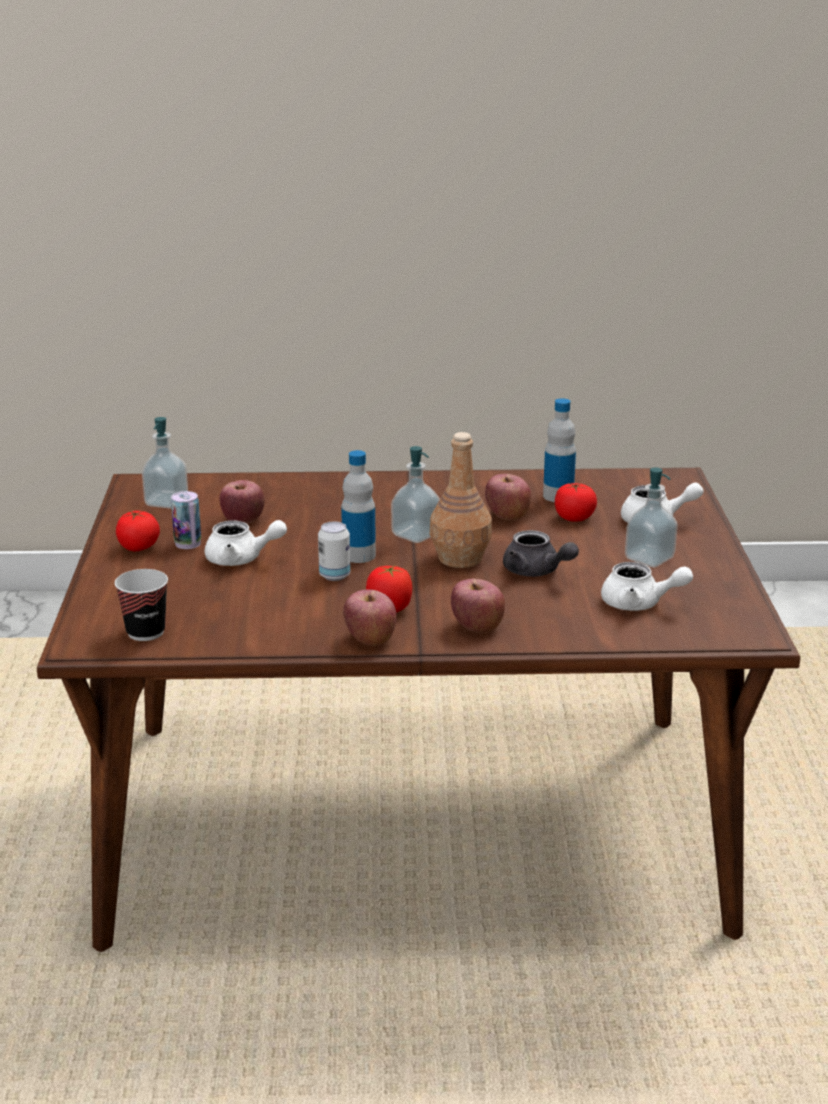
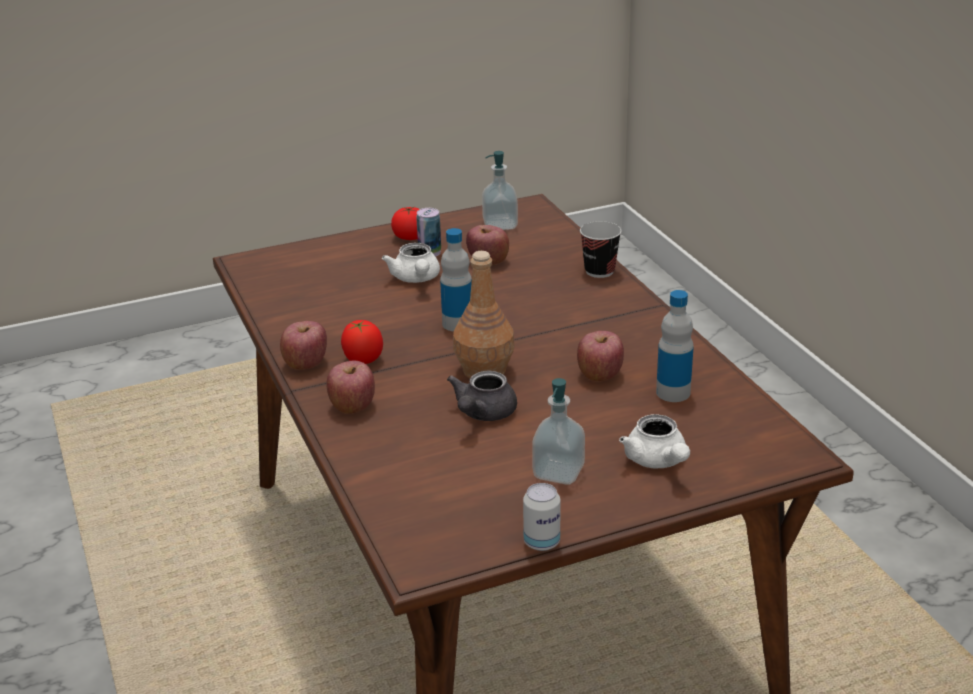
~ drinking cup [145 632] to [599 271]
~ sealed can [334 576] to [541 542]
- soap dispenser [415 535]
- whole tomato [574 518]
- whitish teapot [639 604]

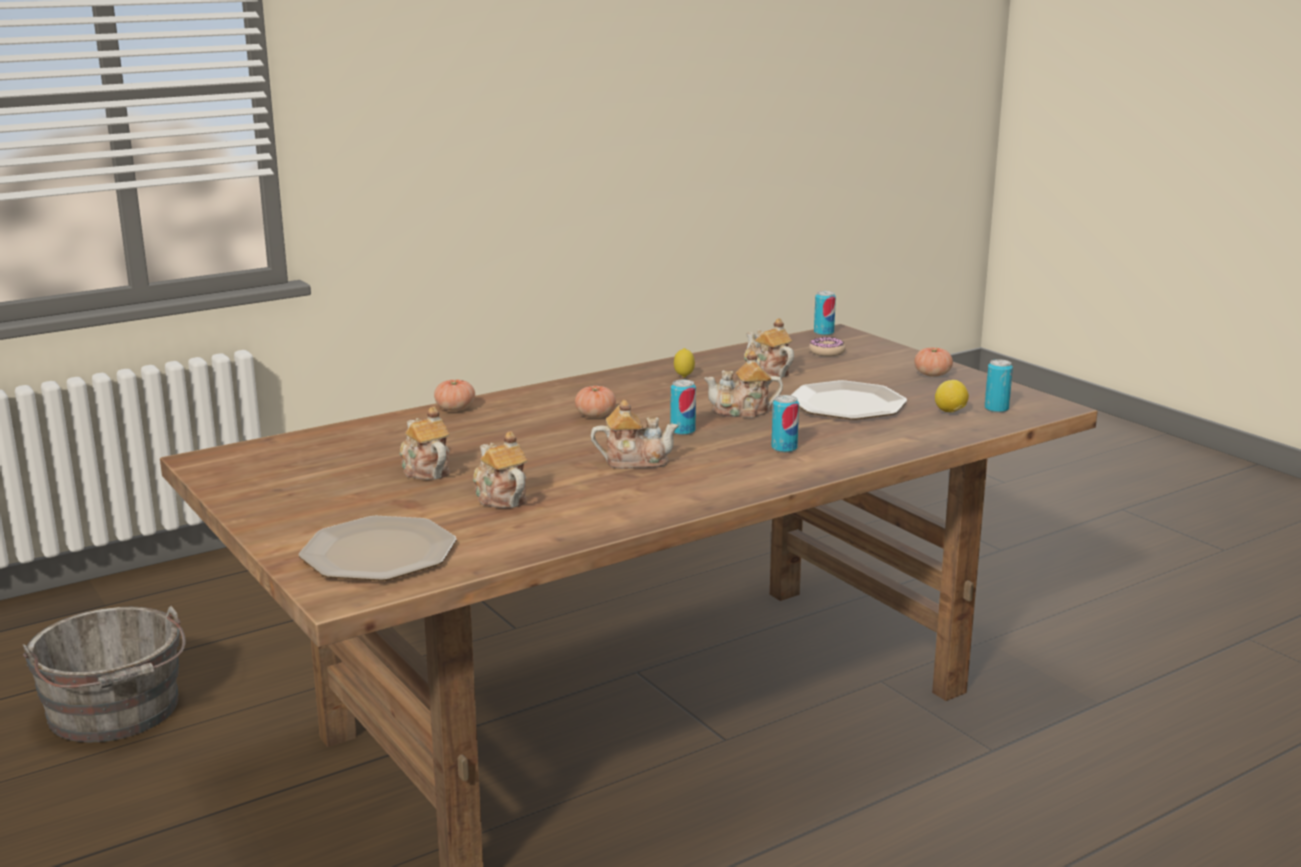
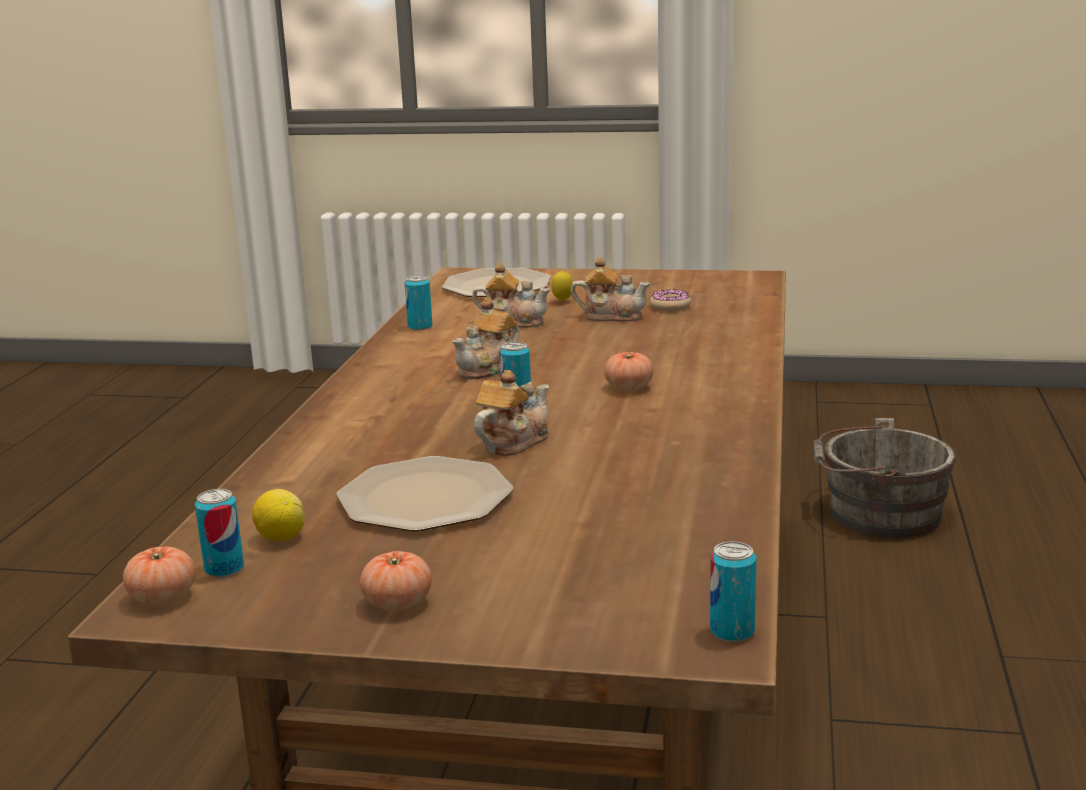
~ whole tomato [455 408] to [163 597]
~ whole lemon [684 377] to [562 301]
- teapot [766 372]
~ sealed can [784 448] to [420 327]
~ ring doughnut [827 352] to [670 307]

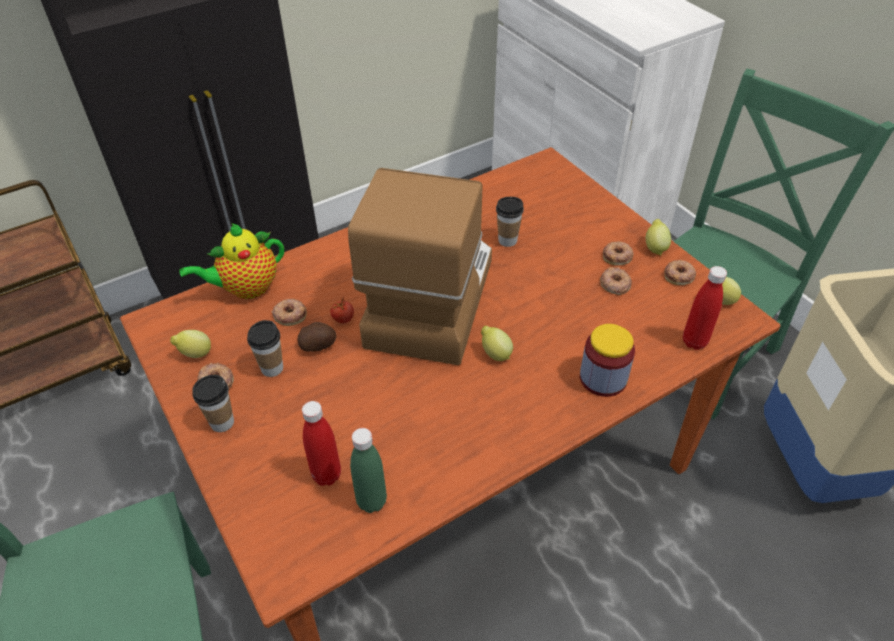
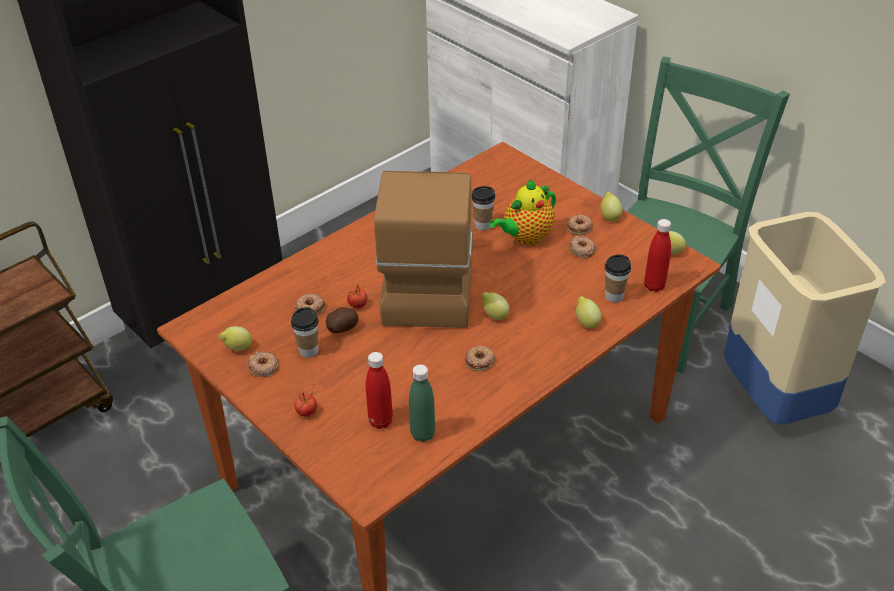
~ teapot [246 288] to [525 237]
~ drinking cup [222 422] to [614 296]
~ jar [603 378] to whole lemon [586 322]
~ ring doughnut [679 275] to [480 361]
+ whole tomato [307 412]

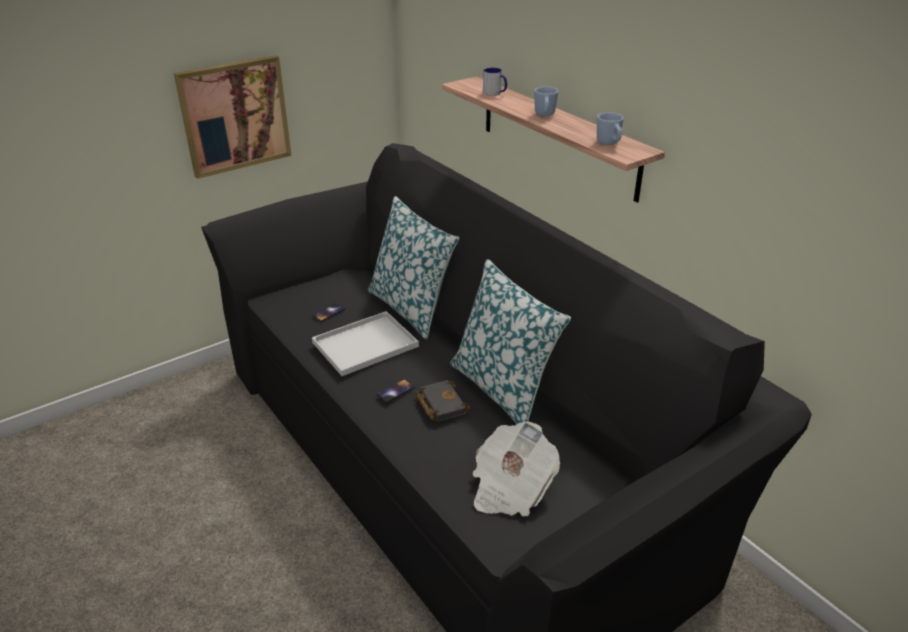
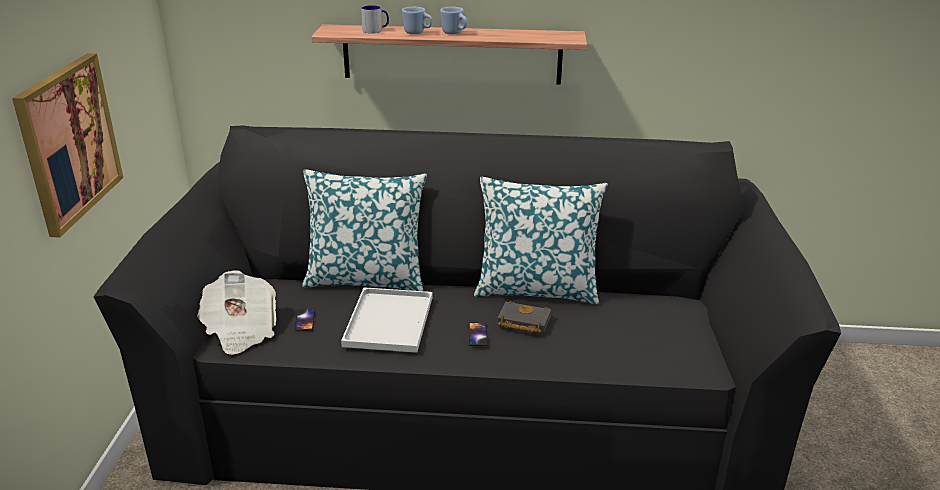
~ newspaper [510 487] to [240 330]
~ bluish mug [609 143] to [417 33]

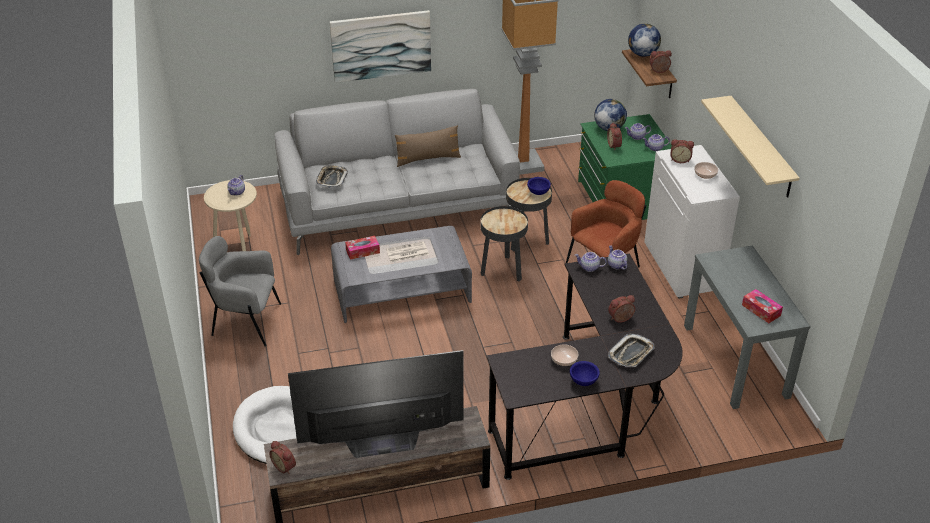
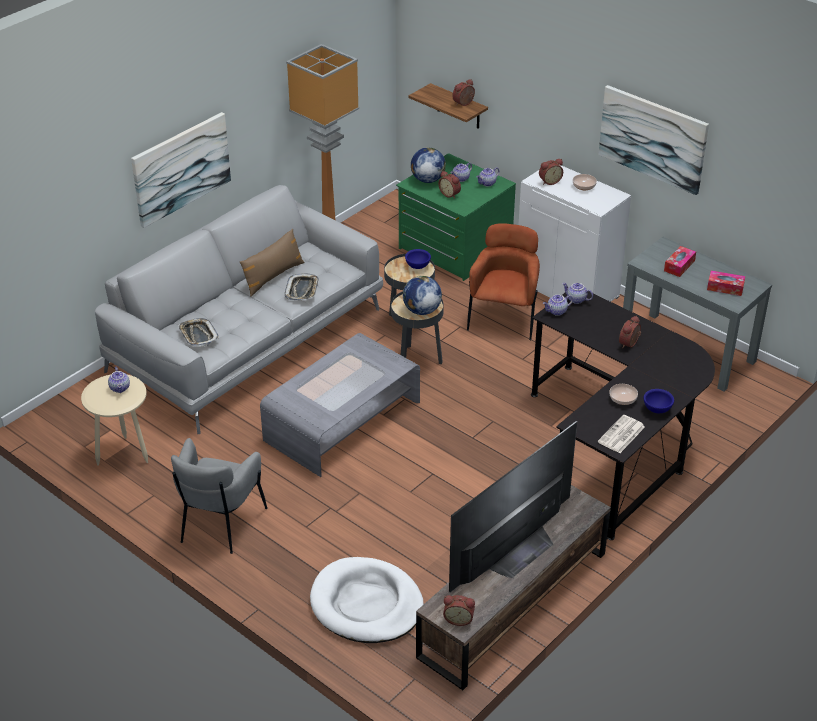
~ greyish armchair [245 322] = [219 524] 45 degrees counterclockwise
~ box of tissues [362 251] to [679 266]
~ newspaper [407 252] to [621 435]
~ serving tray [631 354] to [302 290]
~ globe [642 54] to [421 311]
~ beige-coloured bracket shelf [761 147] to picture [653 138]

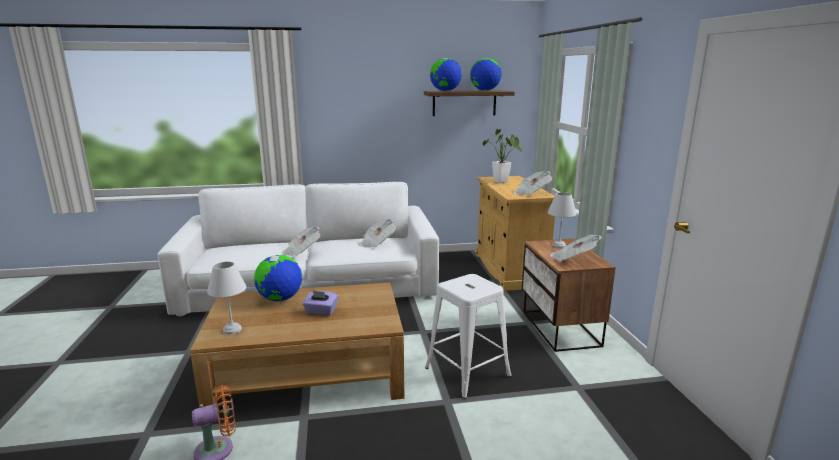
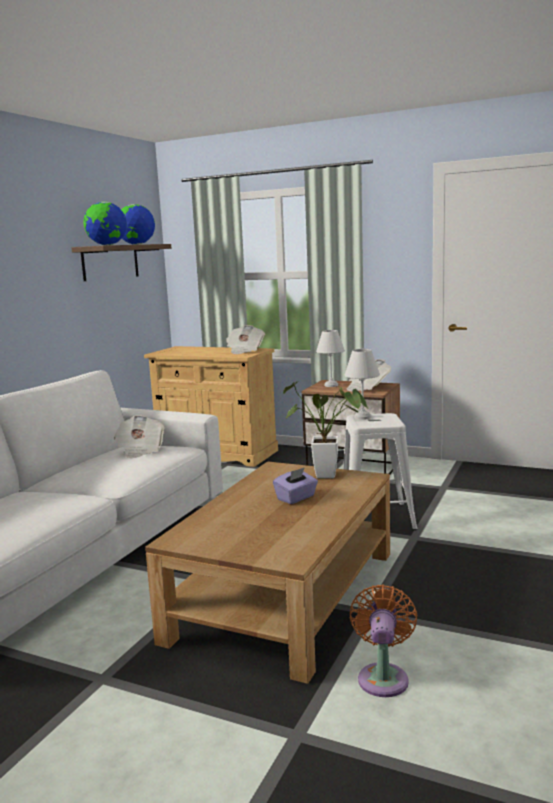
~ whitish table lamp [231 330] to [362 417]
- globe [280 299]
- newspaper [301 251]
~ houseplant [502 182] to [331 475]

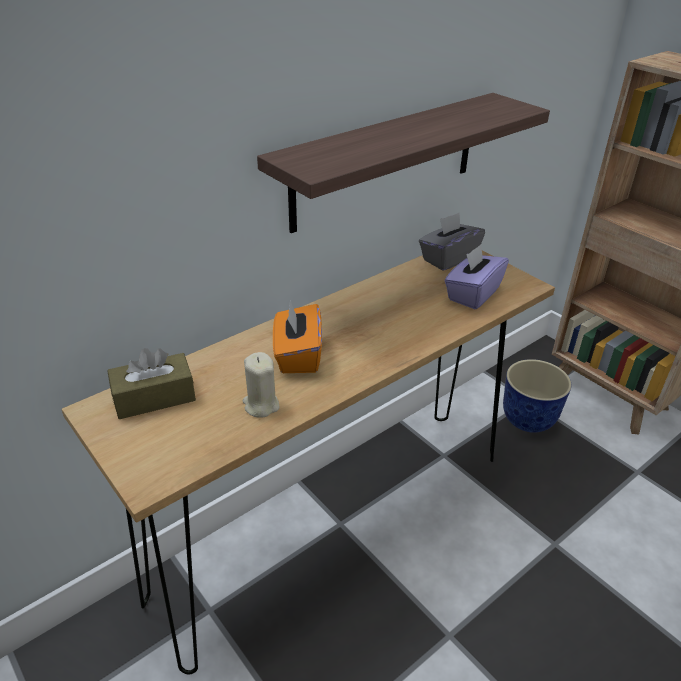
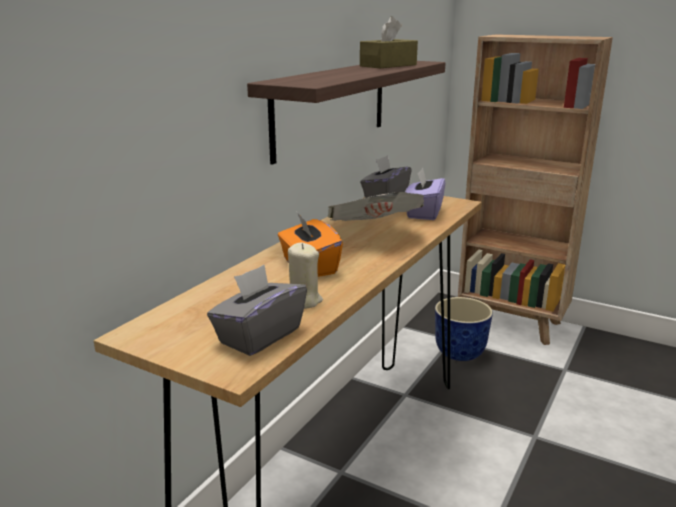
~ brown-coloured box of tissues [154 397] to [388 65]
+ greyish box of tissues [259 336]
+ newspaper [374 234]

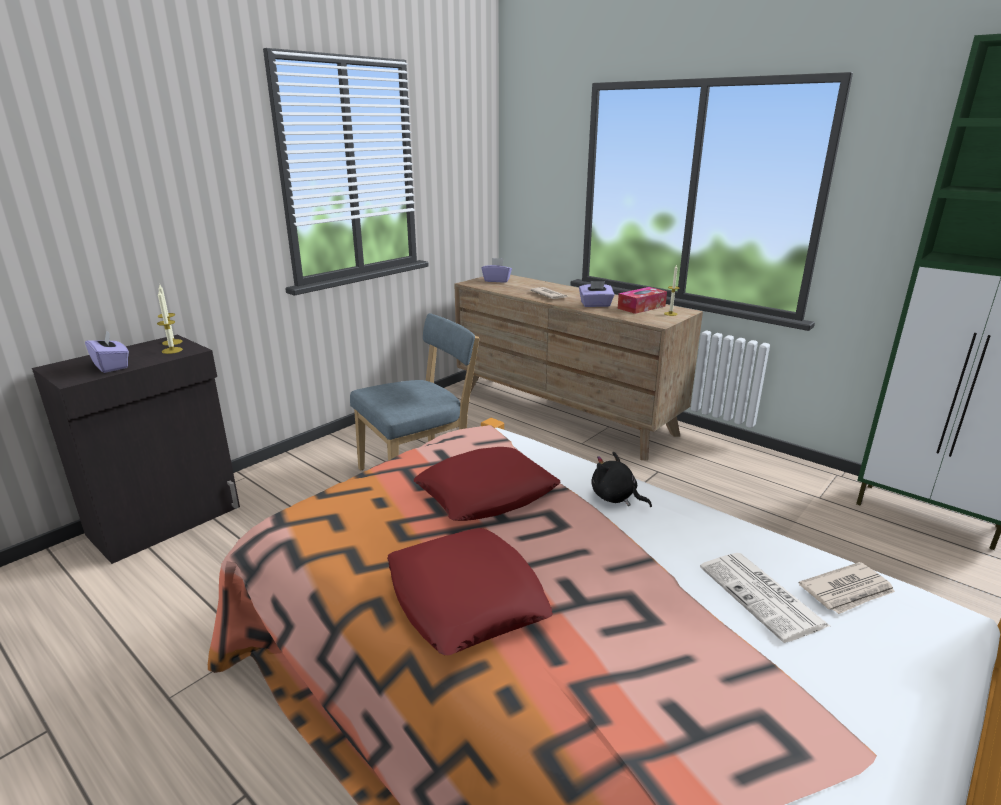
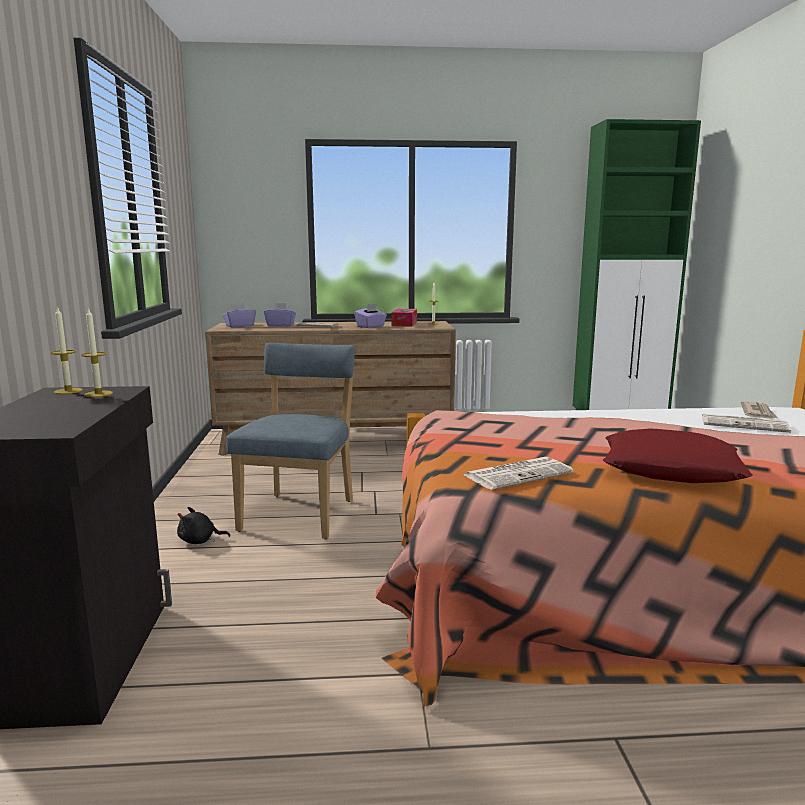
~ purple-coloured box of tissues [111 366] to [280 325]
- red cushion [486 493]
~ black-coloured cuddly toy [616 498] to [200 541]
+ newspaper [518 474]

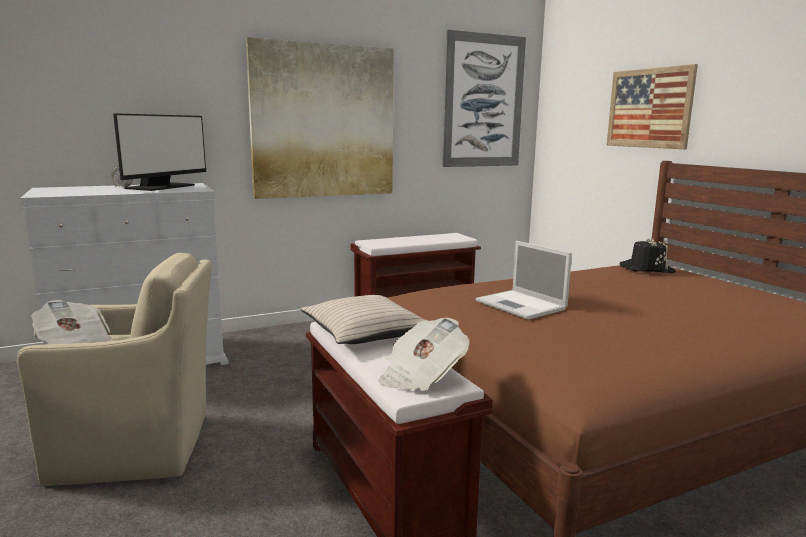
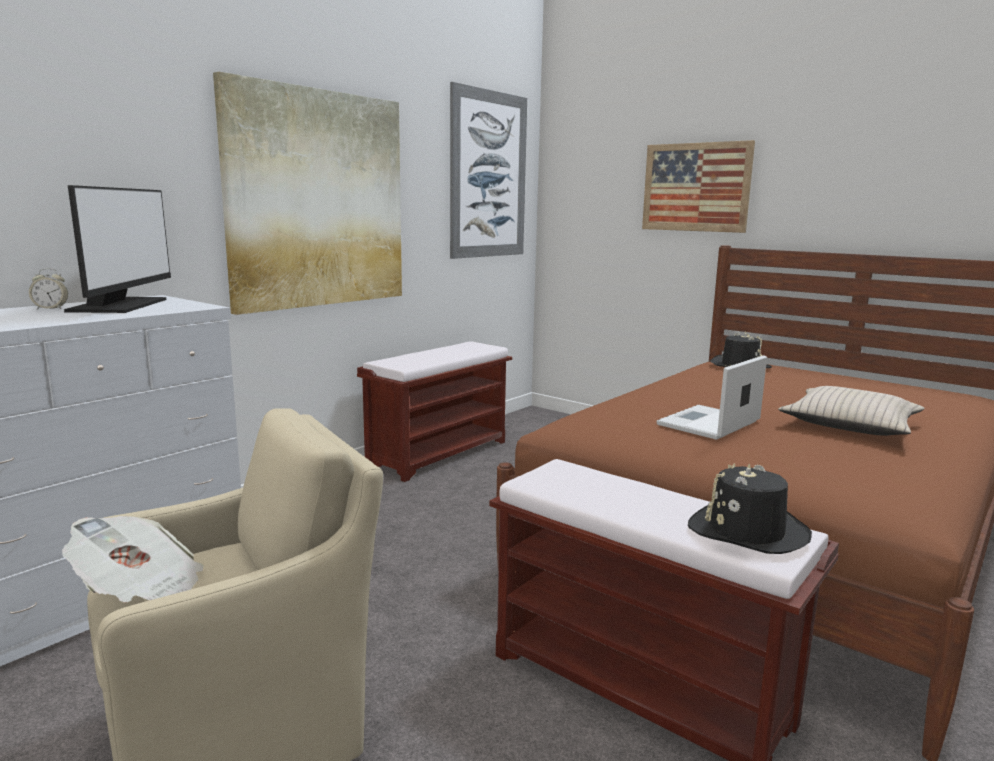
~ beige-coloured cushion [365 332] to [850 425]
~ newspaper [421 376] to black-coloured clothing hat [747 531]
~ laptop [522 305] = [708 424] 105 degrees clockwise

